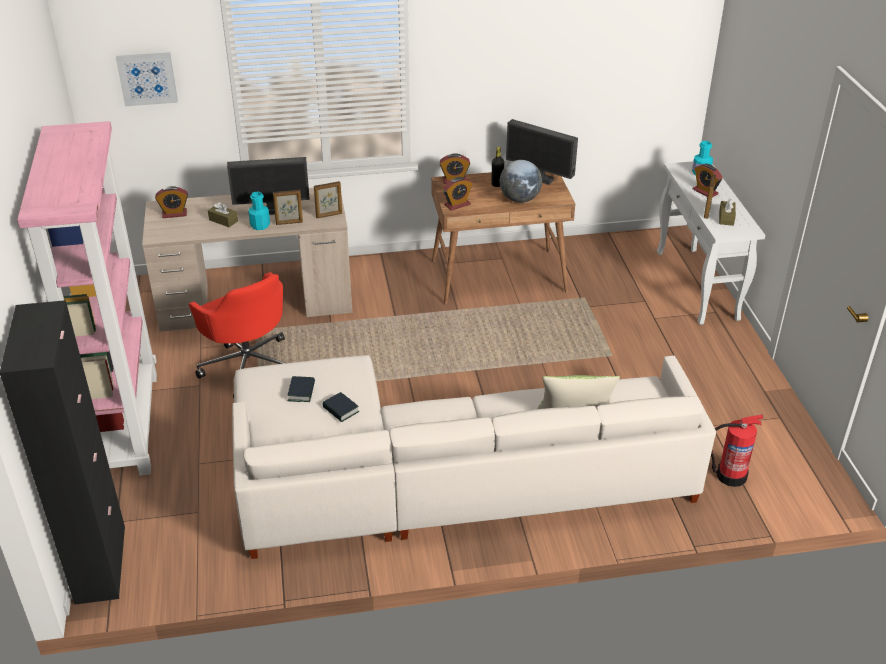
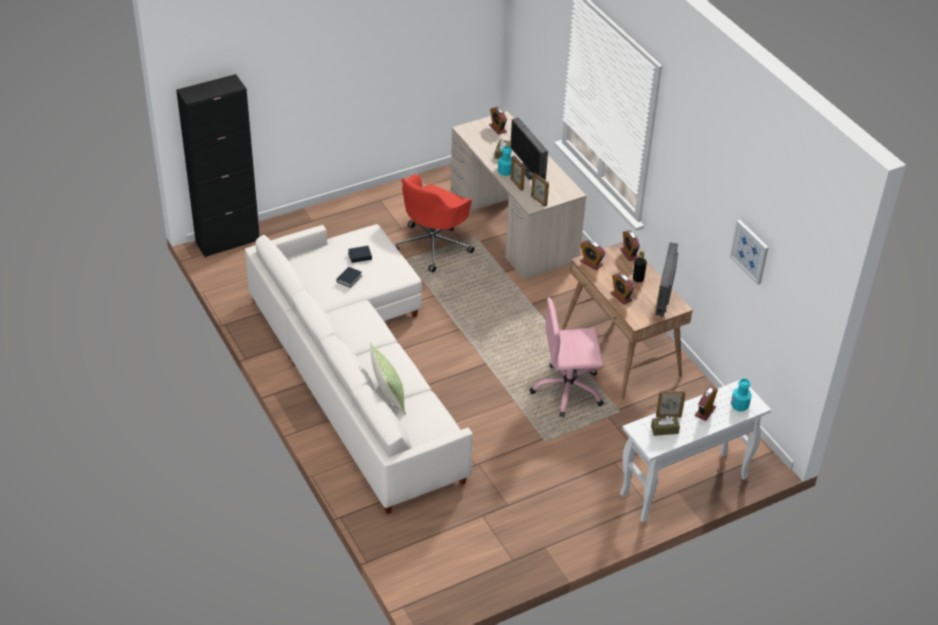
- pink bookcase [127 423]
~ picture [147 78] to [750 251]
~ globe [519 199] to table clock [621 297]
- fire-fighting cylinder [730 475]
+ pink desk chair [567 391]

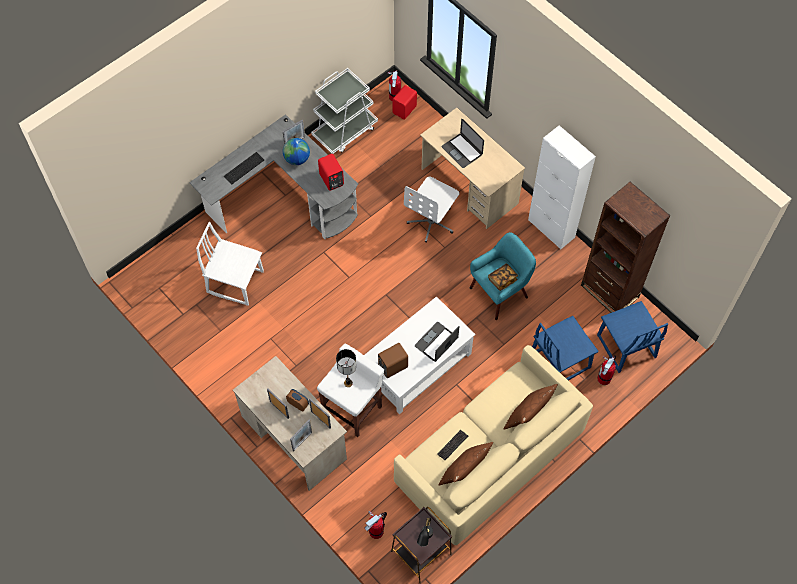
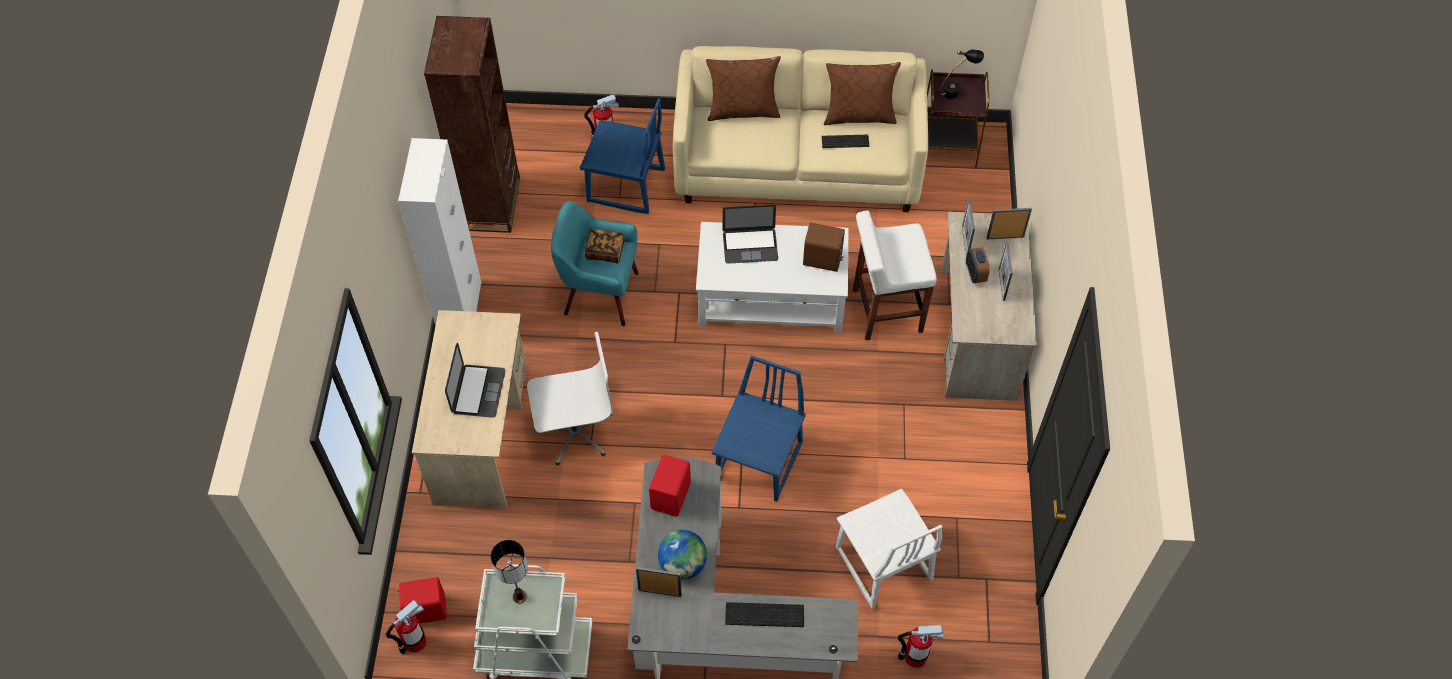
~ table lamp [348 383] to [519 597]
~ fire-fighting cylinder [376 531] to [915 657]
~ bluish upright chair [625 346] to [759 461]

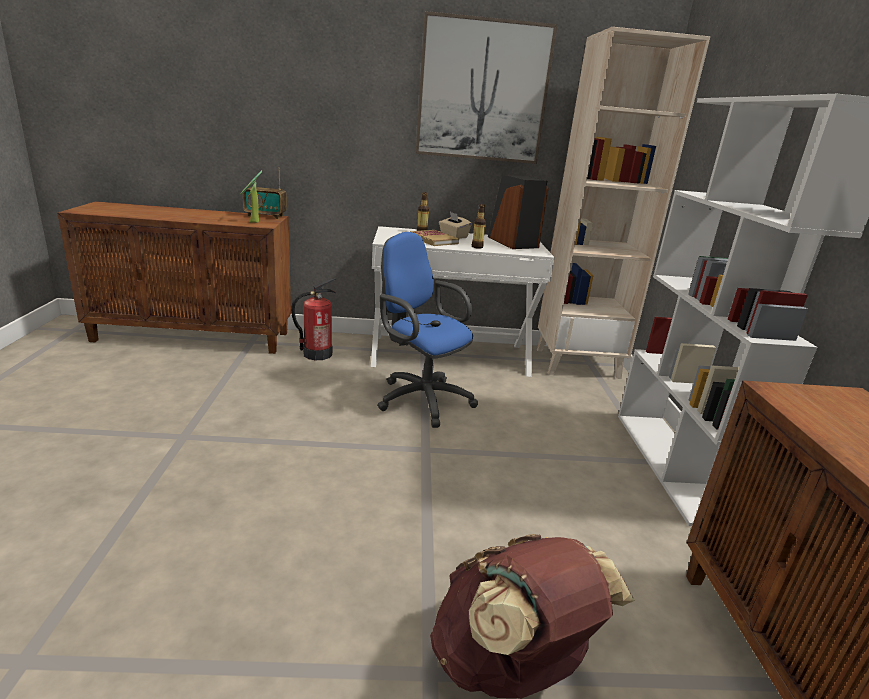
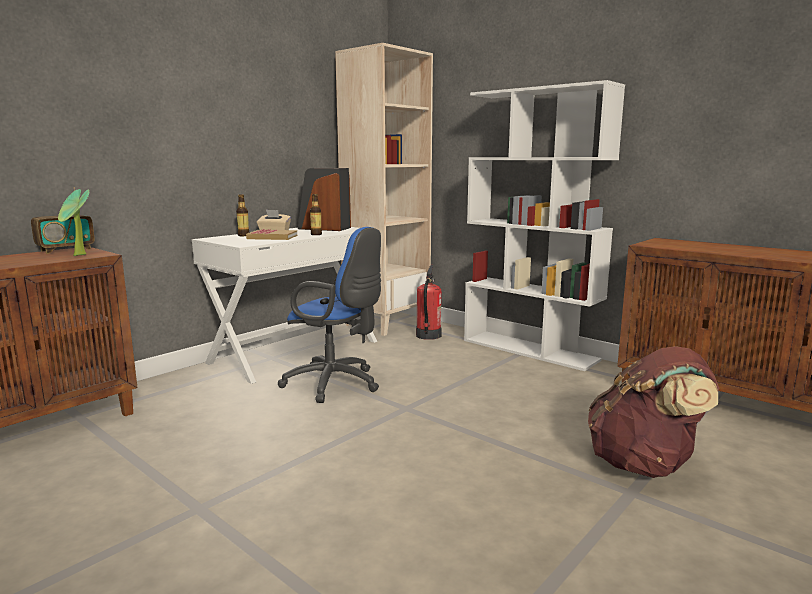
~ fire-fighting cylinder [317 354] to [428 335]
~ bluish desk chair [420 398] = [336 384] 150 degrees counterclockwise
- picture [483 91]

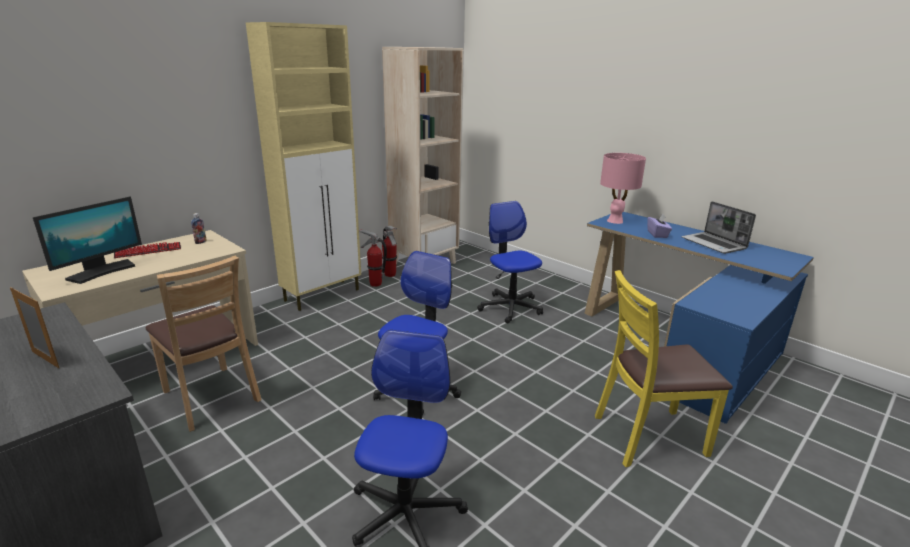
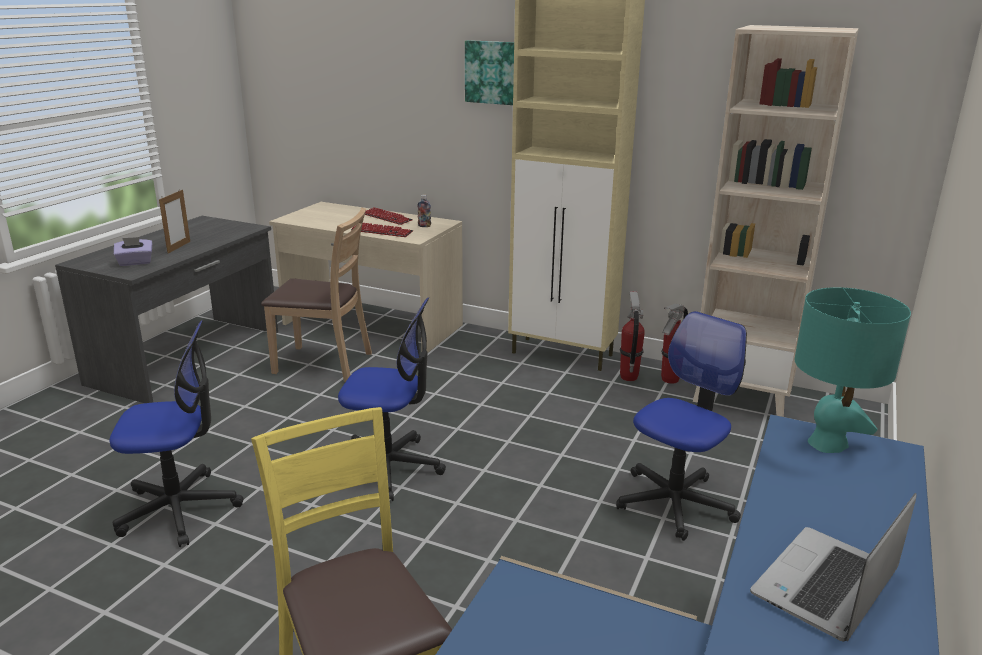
- computer display [101 272]
~ brown-coloured upright chair [211 397] = [324 363] 105 degrees counterclockwise
~ pink table lamp [615 221] to turquoise table lamp [828 443]
~ purple-coloured box of tissues [657 234] to [135 262]
+ keyboard [382 231]
+ picture [493 72]

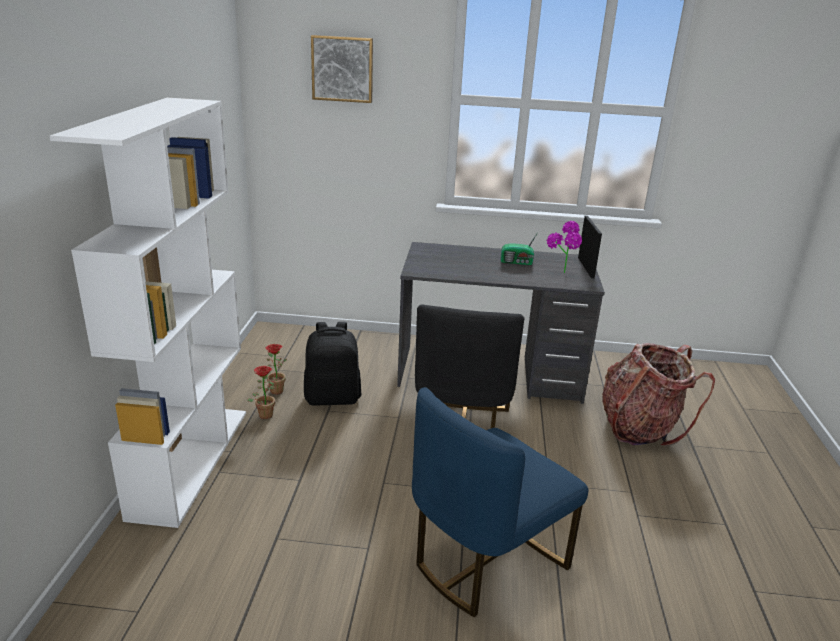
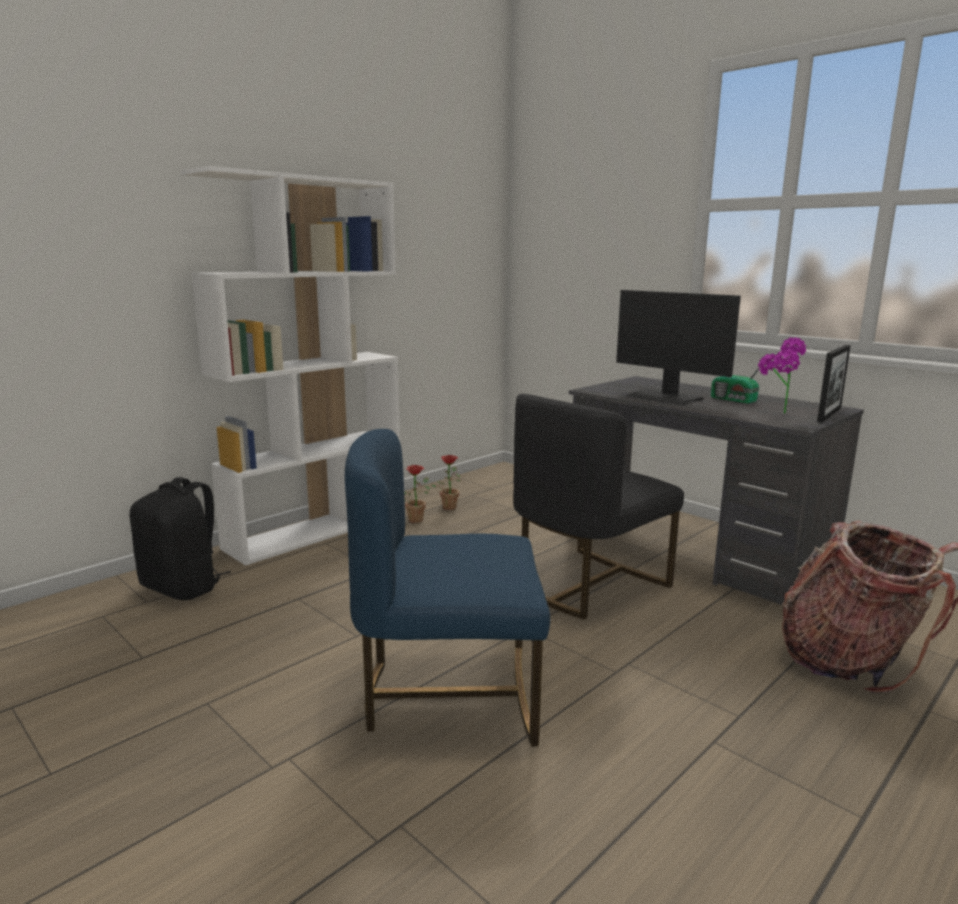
~ black-coloured knapsack [333 398] to [183 587]
- picture [342 69]
+ computer display [664 397]

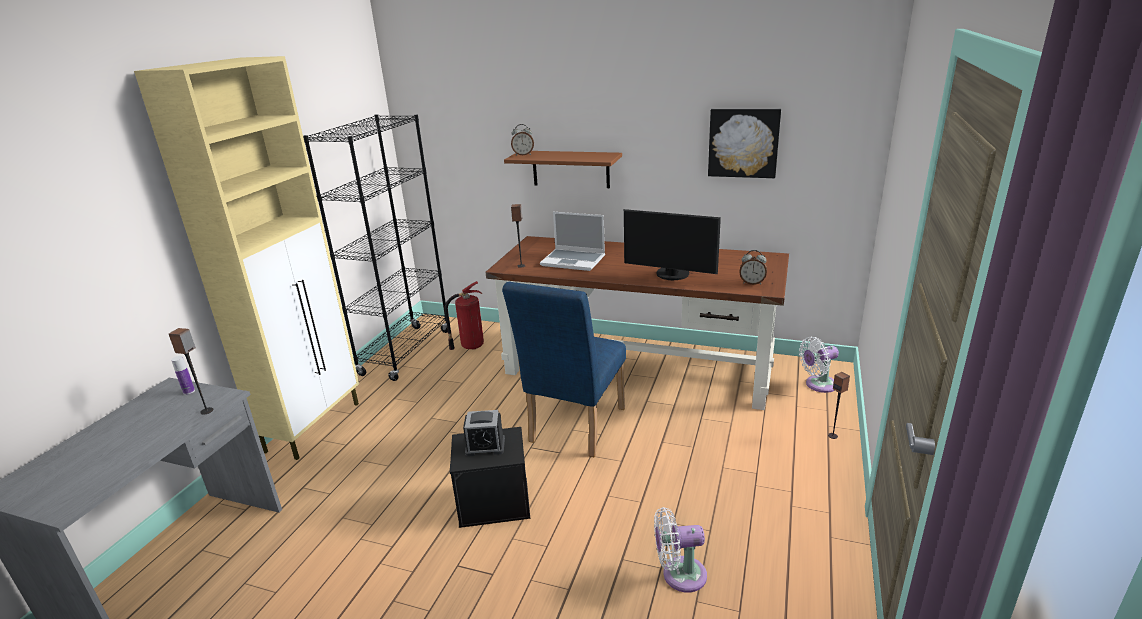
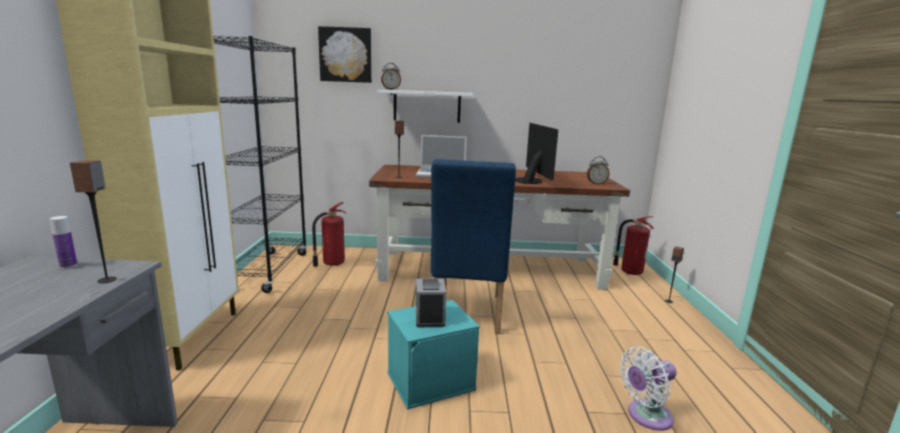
~ black-coloured storage container [495 501] to turquoise storage container [431 380]
~ table clock [485 446] = [429 317] 105 degrees clockwise
~ brown-coloured bracket shelf [570 169] to whitish bracket shelf [427 106]
~ computer display [671 275] = [531 181] 105 degrees counterclockwise
~ picture [743 142] to [346 55]
~ whitish cooling fan [818 385] to fire-fighting cylinder [630 272]

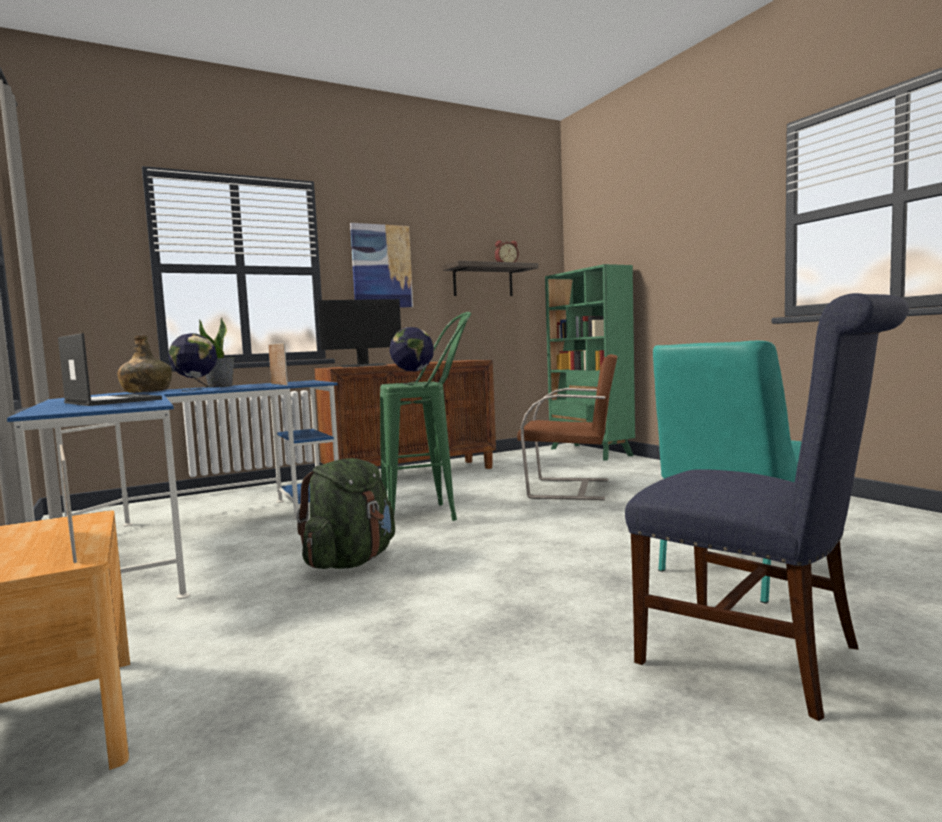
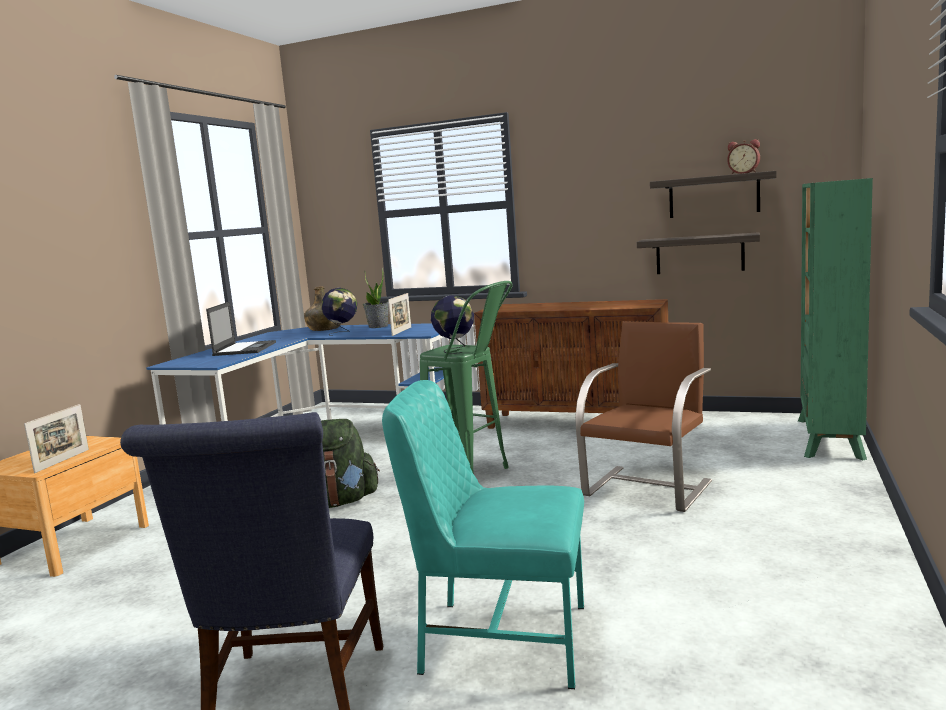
- computer display [364 366]
- picture [381 266]
~ brown-coloured upright chair [571 489] = [649 488] 120 degrees counterclockwise
+ bracket shelf [699 254]

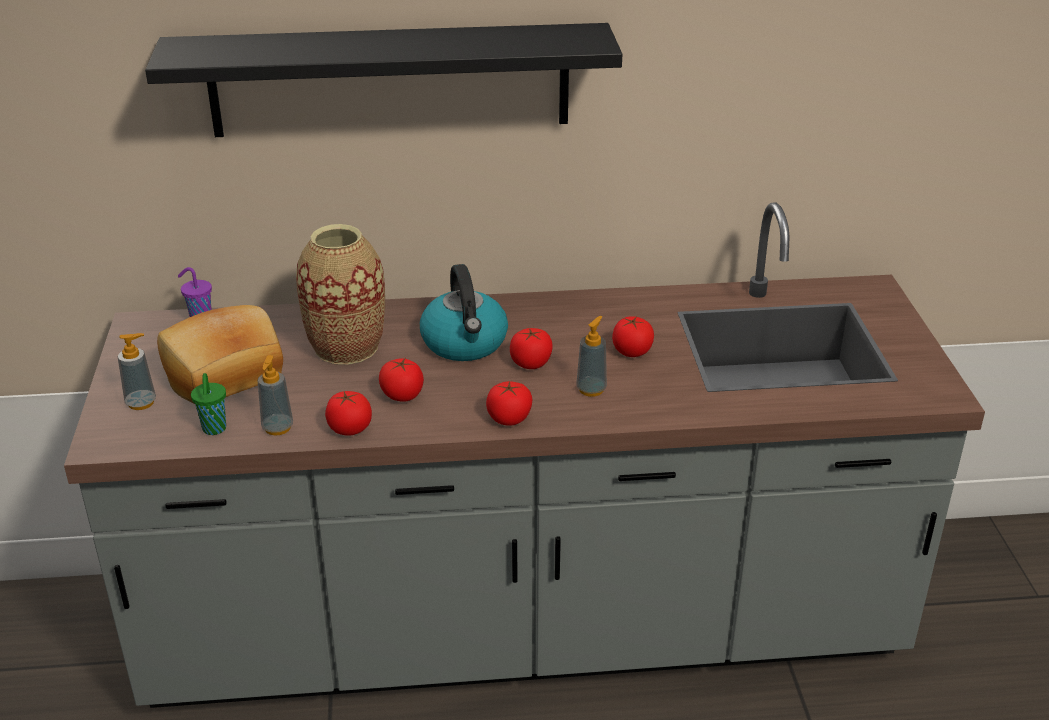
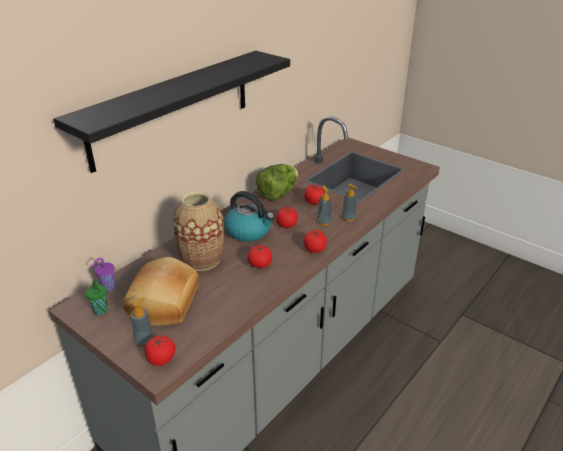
~ greenish drinking cup [214 429] to [101 311]
~ soap dispenser [277 428] to [348 218]
~ whole tomato [350 428] to [161 359]
+ lettuce [278 194]

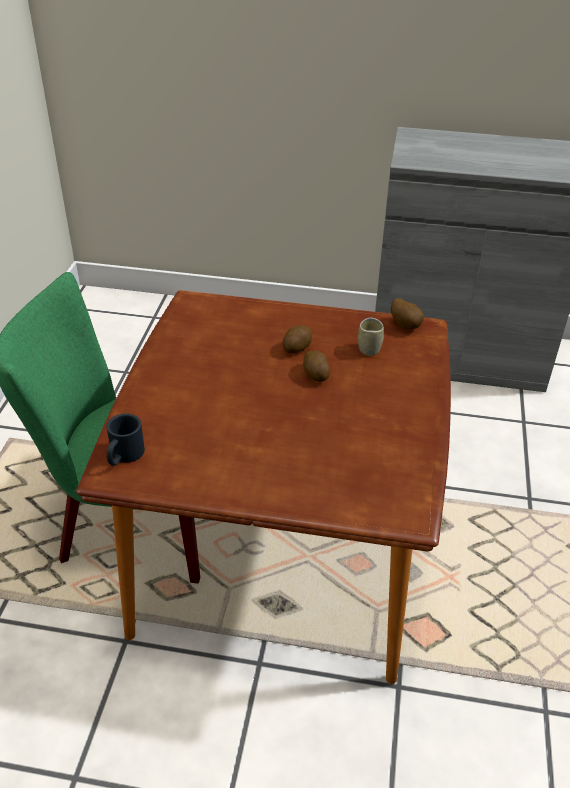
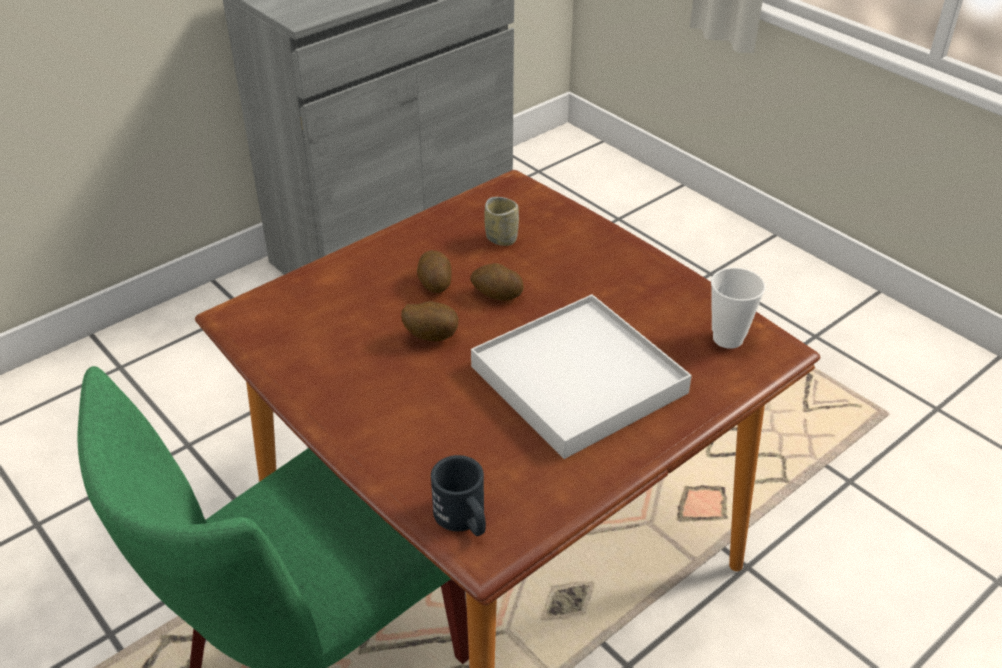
~ potato [406 325] to [431 336]
+ whitish serving tray [578 380]
+ drinking cup [728 338]

